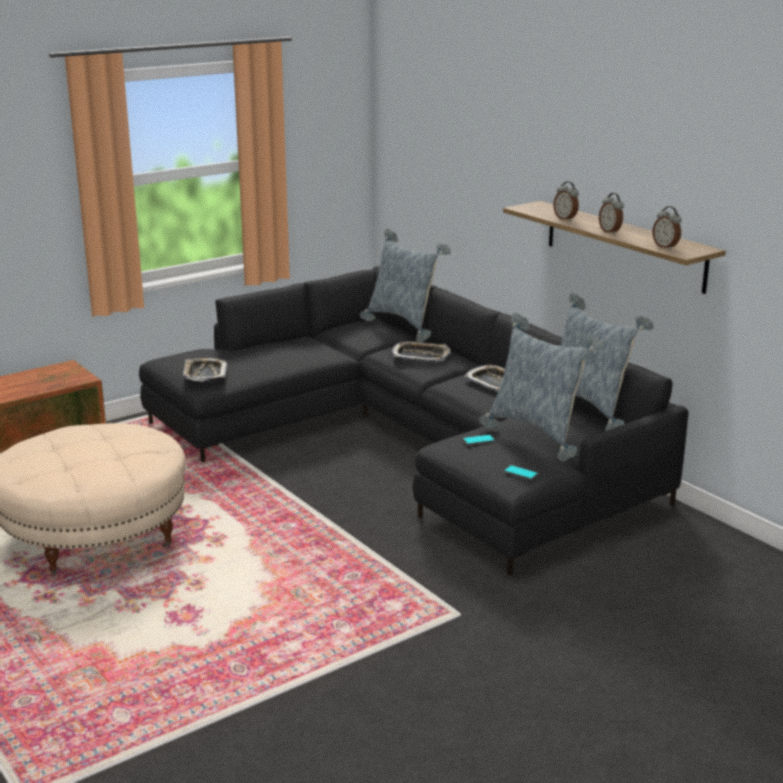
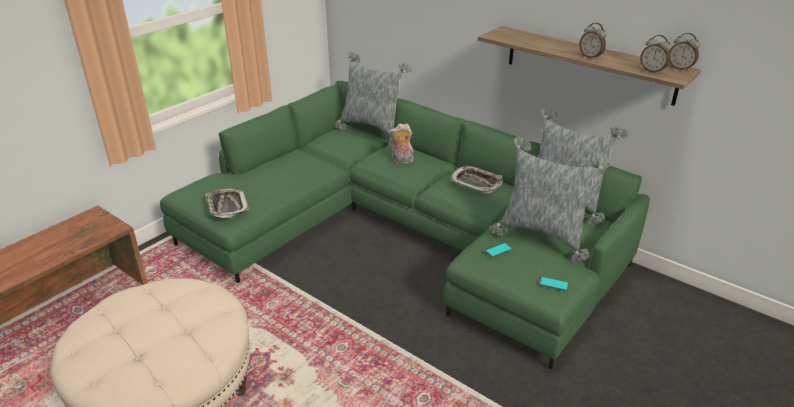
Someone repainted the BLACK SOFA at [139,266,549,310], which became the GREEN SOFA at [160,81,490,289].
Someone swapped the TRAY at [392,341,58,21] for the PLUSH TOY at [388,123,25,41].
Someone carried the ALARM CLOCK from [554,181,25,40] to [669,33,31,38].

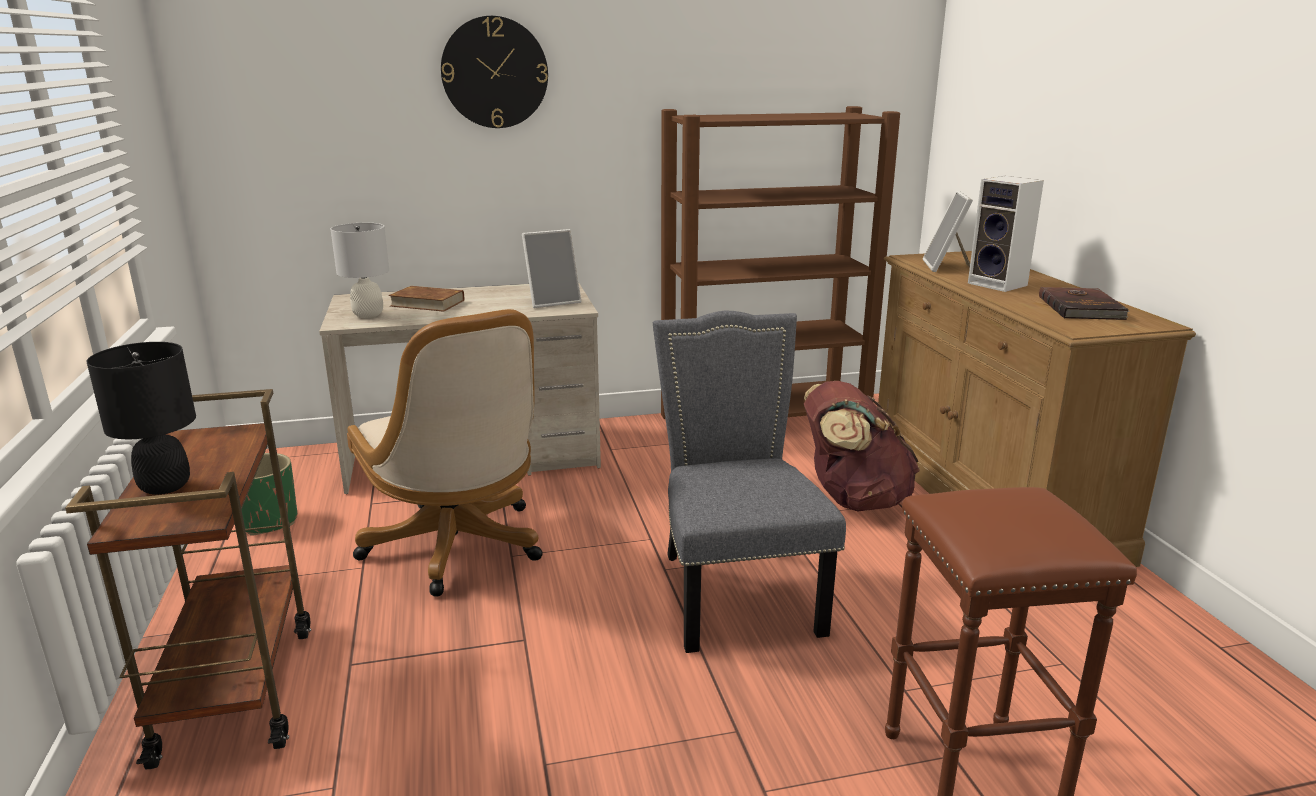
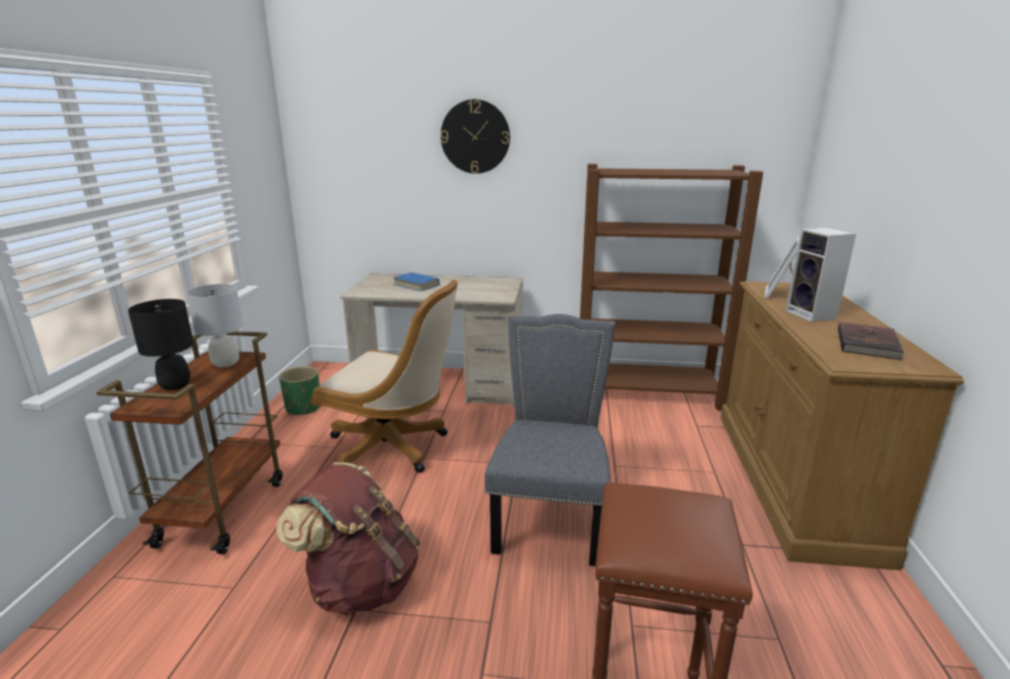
Someone carried the GREY TABLE LAMP from [331,223,58,95] to [186,284,57,84].
Someone rotated the OFFICE CHAIR at [347,309,196,288] by 60 degrees counterclockwise.
Someone repainted the BROWN BOOK at [388,286,76,26], which became the BLUE BOOK at [393,272,46,19].
Someone took away the PICTURE FRAME at [522,229,59,79].
Someone carried the BROWN BACKPACK from [804,381,116,130] to [276,462,144,154].

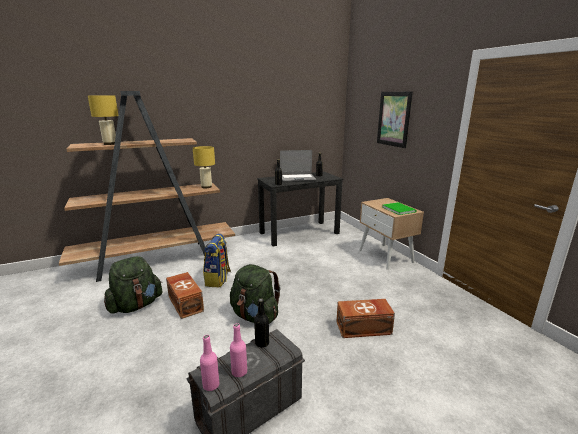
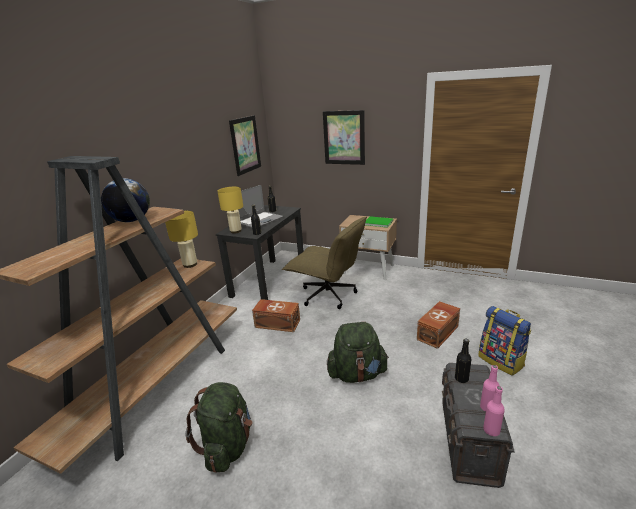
Someone carried the YELLOW TABLE LAMP from [88,96,30,49] to [218,187,25,46].
Someone carried the BROWN STORAGE BOX from [166,272,38,47] to [252,299,48,33].
Someone carried the BACKPACK from [203,234,28,53] to [478,306,53,70].
Someone put down the GLOBE at [101,178,49,44].
Someone put up the PICTURE at [229,115,32,61].
Someone put down the BEIGE OFFICE CHAIR at [282,217,85,92].

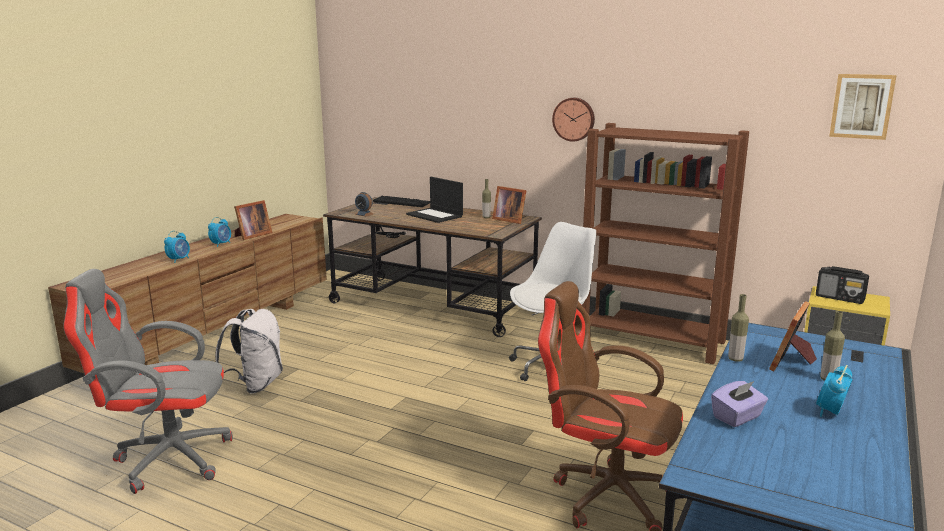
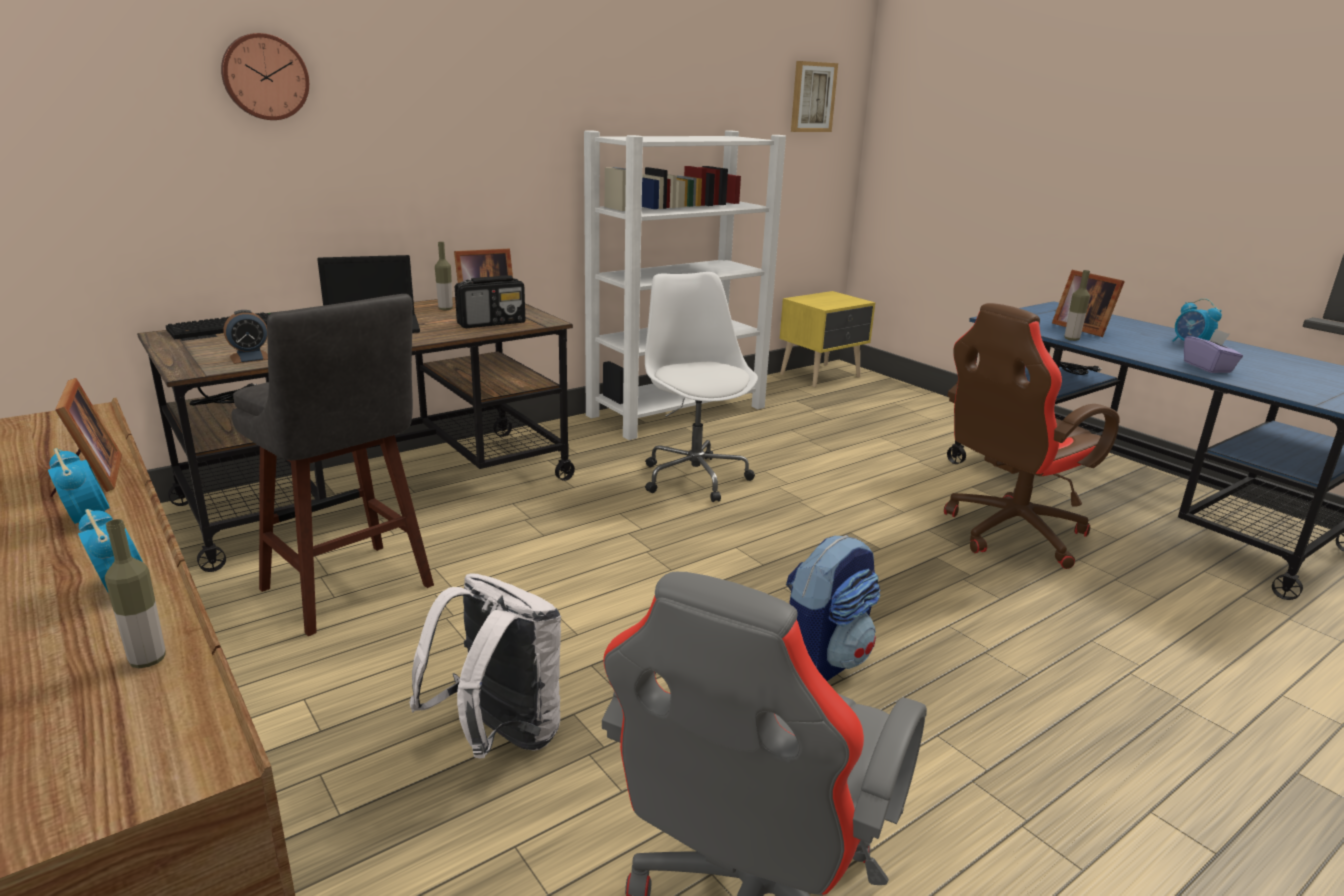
Someone carried the WALL CLOCK from [552,98,43,44] to [221,33,88,87].
Someone repainted the BROWN BOOKCASE at [582,123,167,241], which became the WHITE BOOKCASE at [584,131,202,309].
Someone carried the RADIO from [816,266,53,38] to [455,275,70,53].
Someone carried the BOTTLE from [820,311,25,70] to [105,519,61,149].
Someone put down the GREY STOOL at [231,294,203,342].
Someone put down the BACKPACK at [786,535,95,146].

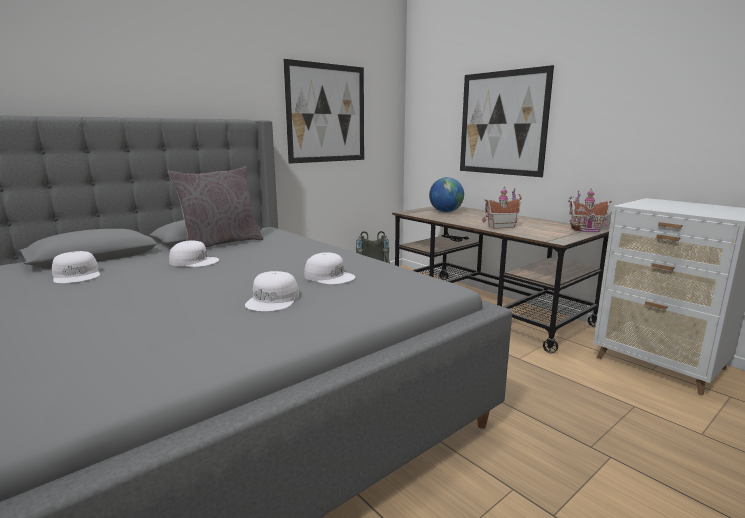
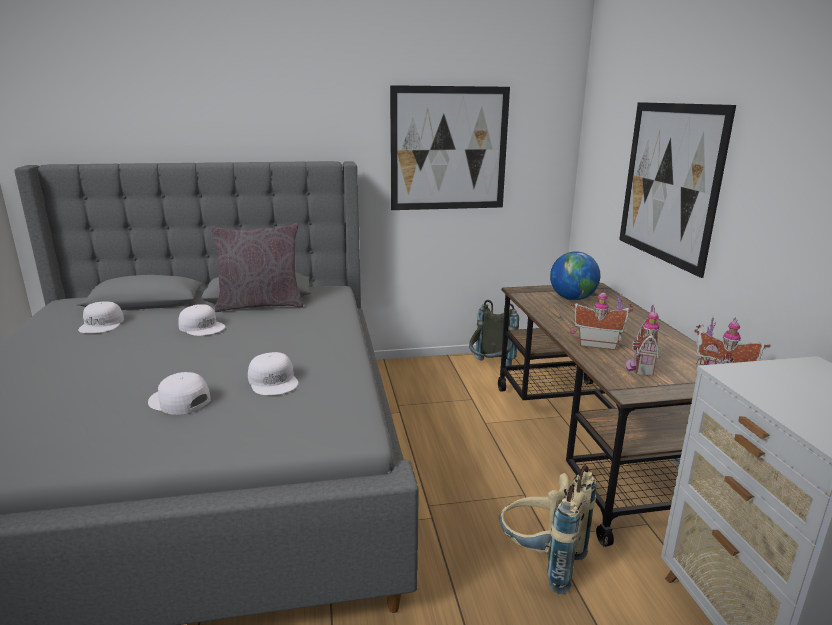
Someone rotated the WHITE CAP at [245,271,54,40] by 75 degrees clockwise.
Someone put down the BEIGE BACKPACK at [499,465,97,129].
Someone put down the TOY HOUSE at [626,305,34,72].

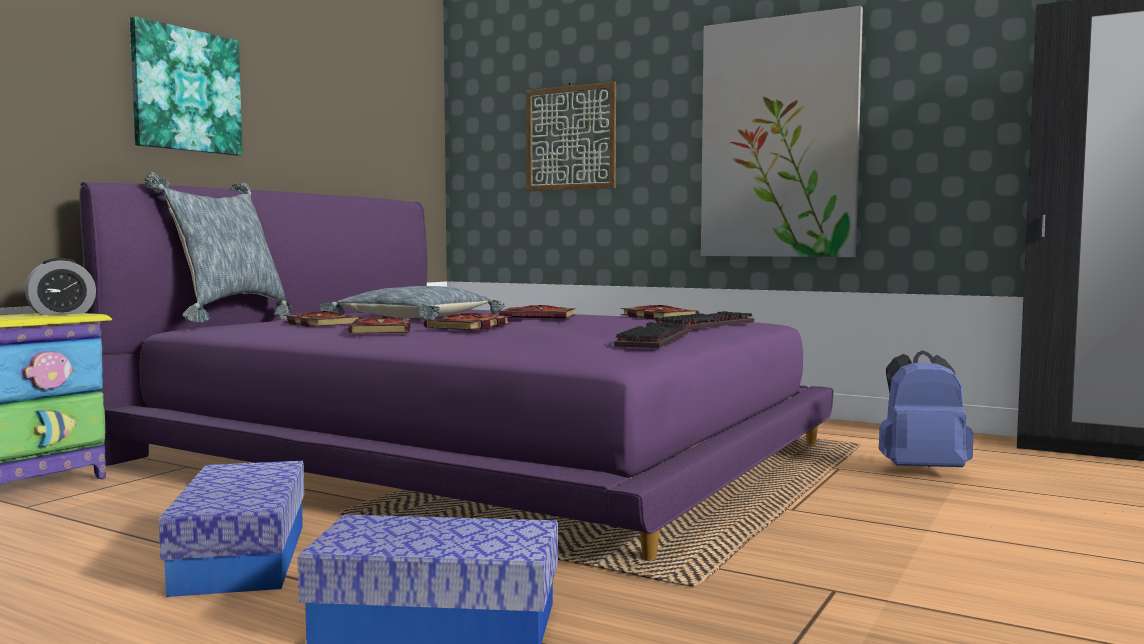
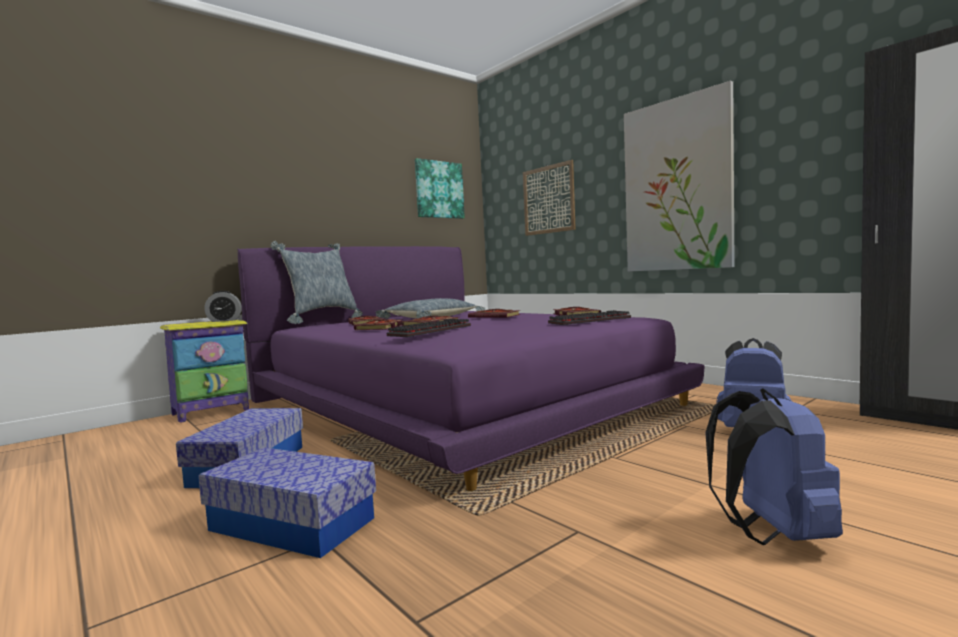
Someone carried the PICTURE from [130,16,112,140] to [415,158,50,61].
Someone carried the KEYBOARD from [614,322,74,26] to [387,319,84,18].
Someone put down the BLUE BACKPACK at [706,388,137,157].

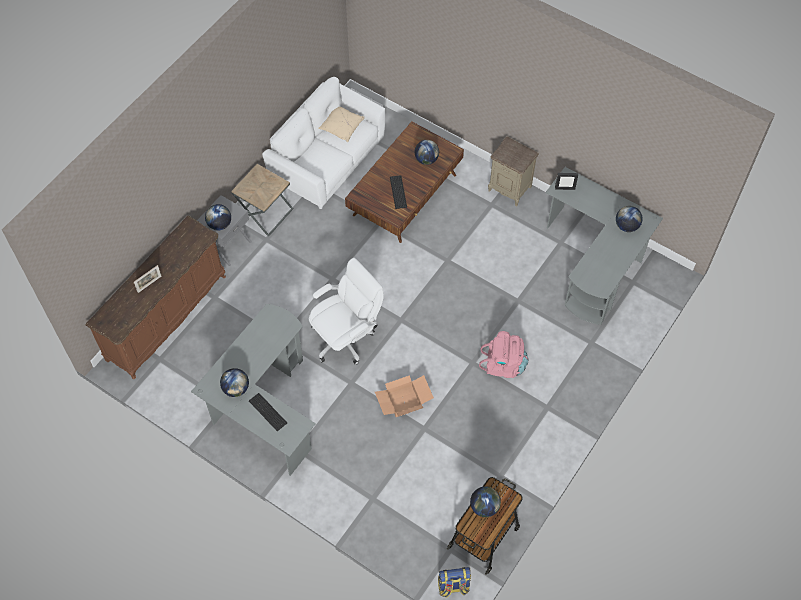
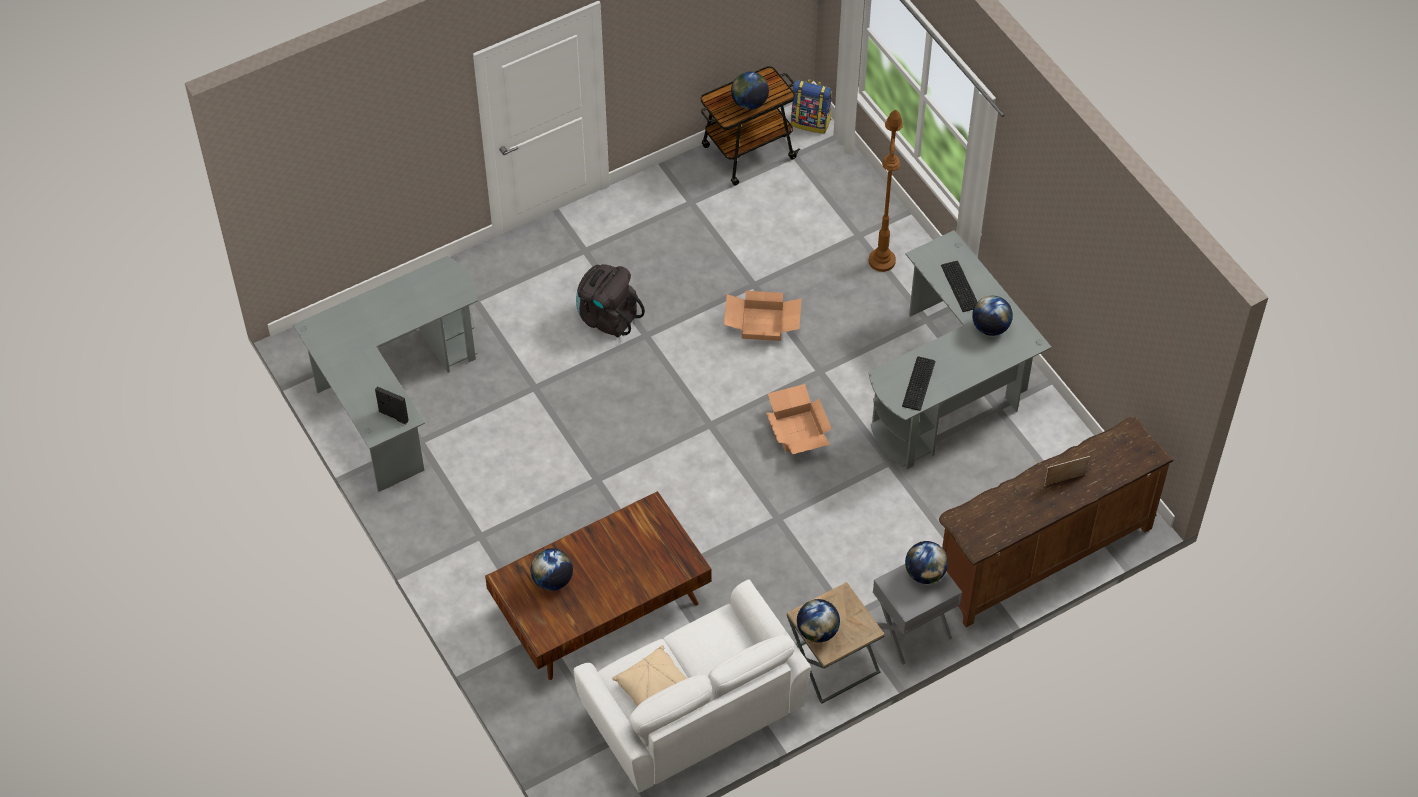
Someone swapped the WHITE OFFICE CHAIR at [309,258,75,107] for the CARDBOARD BOX at [766,384,66,70].
Someone carried the KEYBOARD from [390,175,17,34] to [902,357,33,54].
Someone repainted the PINK BACKPACK at [479,331,50,47], which became the BLACK BACKPACK at [576,264,69,73].
Someone took away the BEIGE NIGHTSTAND at [488,136,51,70].
Someone carried the GLOBE from [616,206,27,26] to [797,599,43,44].
Someone put down the BROWN FLOOR LAMP at [869,110,34,162].

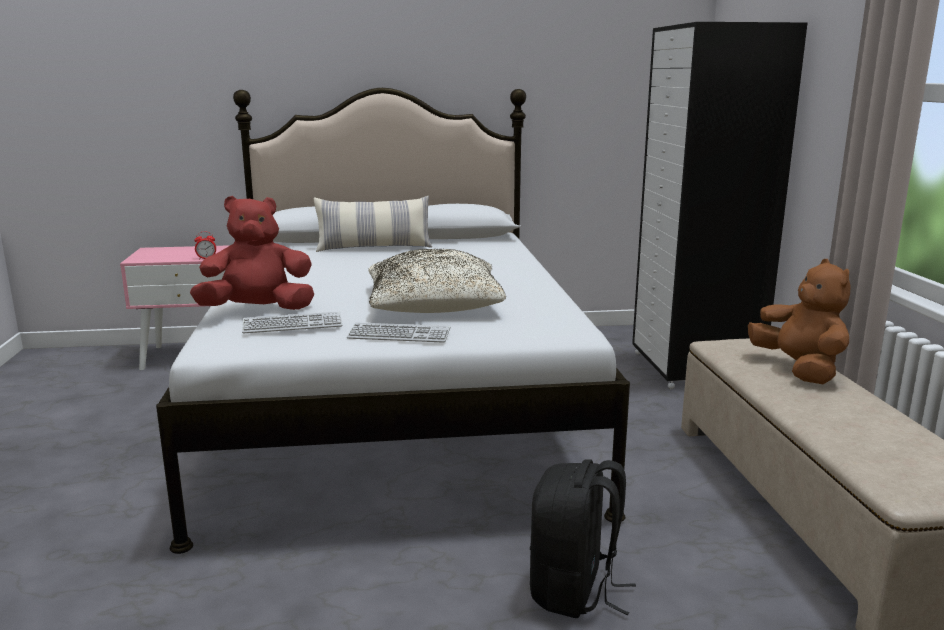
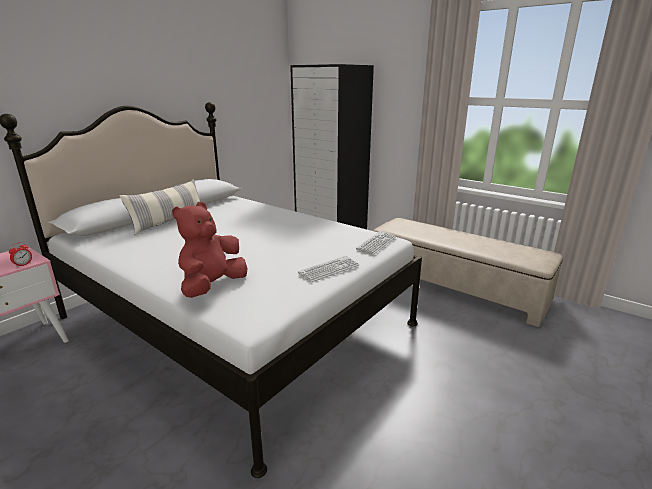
Someone carried the KEYBOARD from [242,312,100,21] to [356,231,40,24].
Someone took away the BEIGE PILLOW at [368,249,139,64].
Someone took away the BLACK BACKPACK at [530,460,106,158].
Someone took away the BROWN PLUSH TOY at [748,259,103,125].

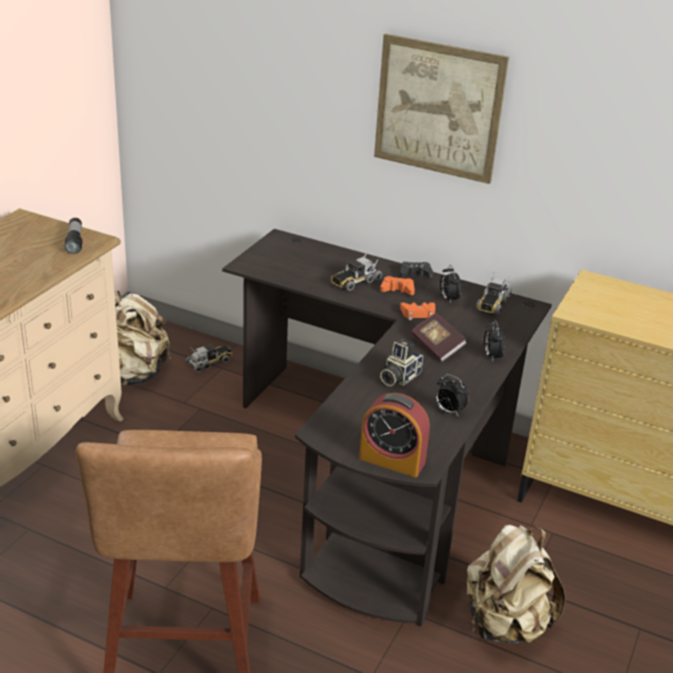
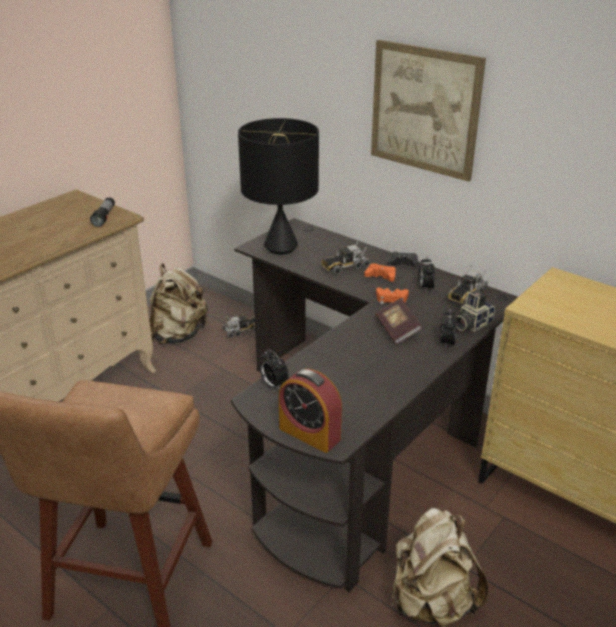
Someone carried the PHOTO CAMERA from [380,339,43,47] to [456,290,39,42].
Someone carried the ALARM CLOCK from [435,374,34,42] to [260,349,29,40].
Someone put down the BLACK TABLE LAMP at [238,118,81,137].

